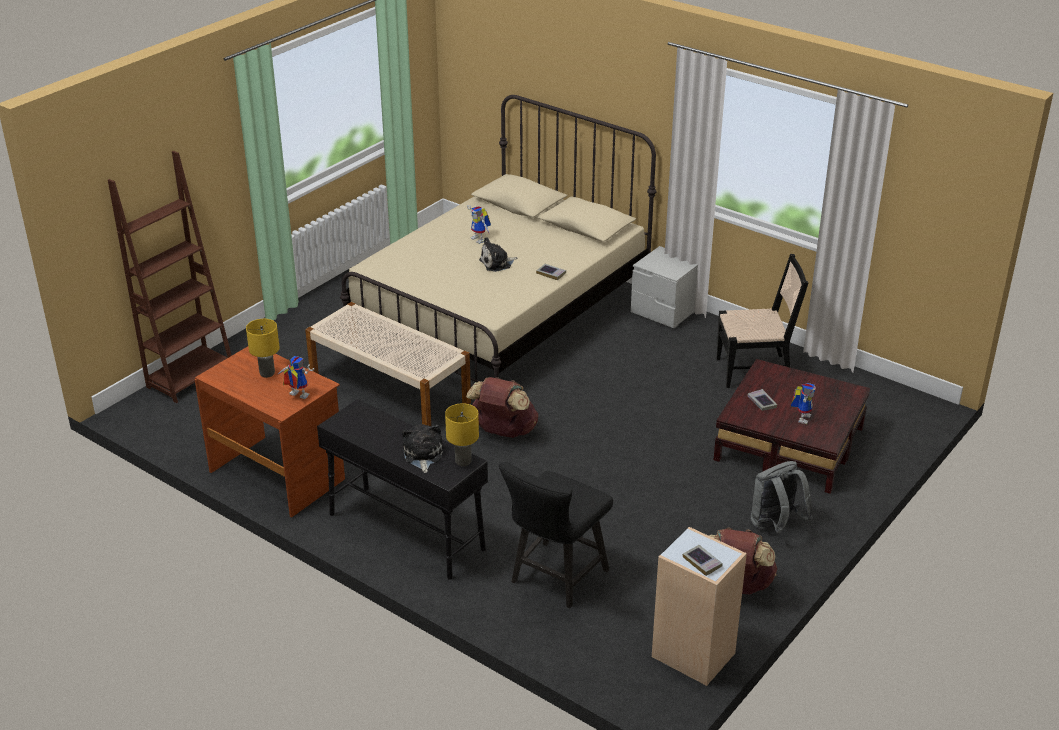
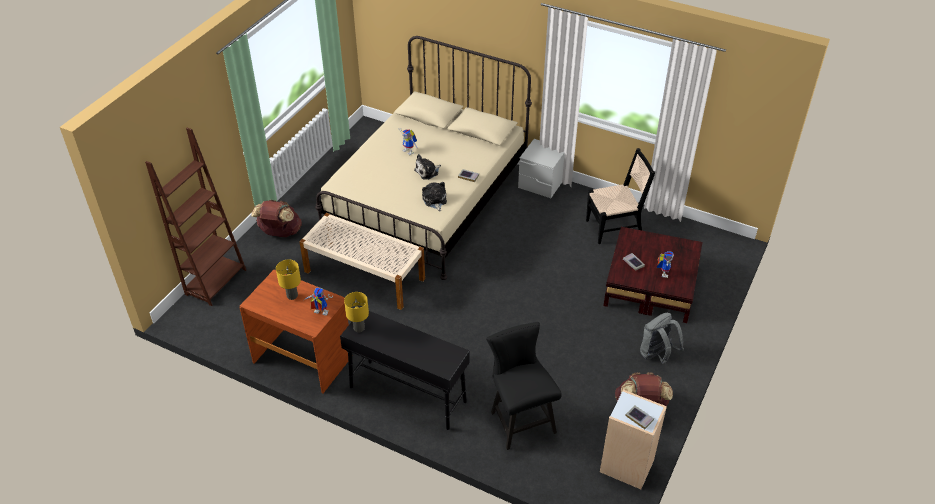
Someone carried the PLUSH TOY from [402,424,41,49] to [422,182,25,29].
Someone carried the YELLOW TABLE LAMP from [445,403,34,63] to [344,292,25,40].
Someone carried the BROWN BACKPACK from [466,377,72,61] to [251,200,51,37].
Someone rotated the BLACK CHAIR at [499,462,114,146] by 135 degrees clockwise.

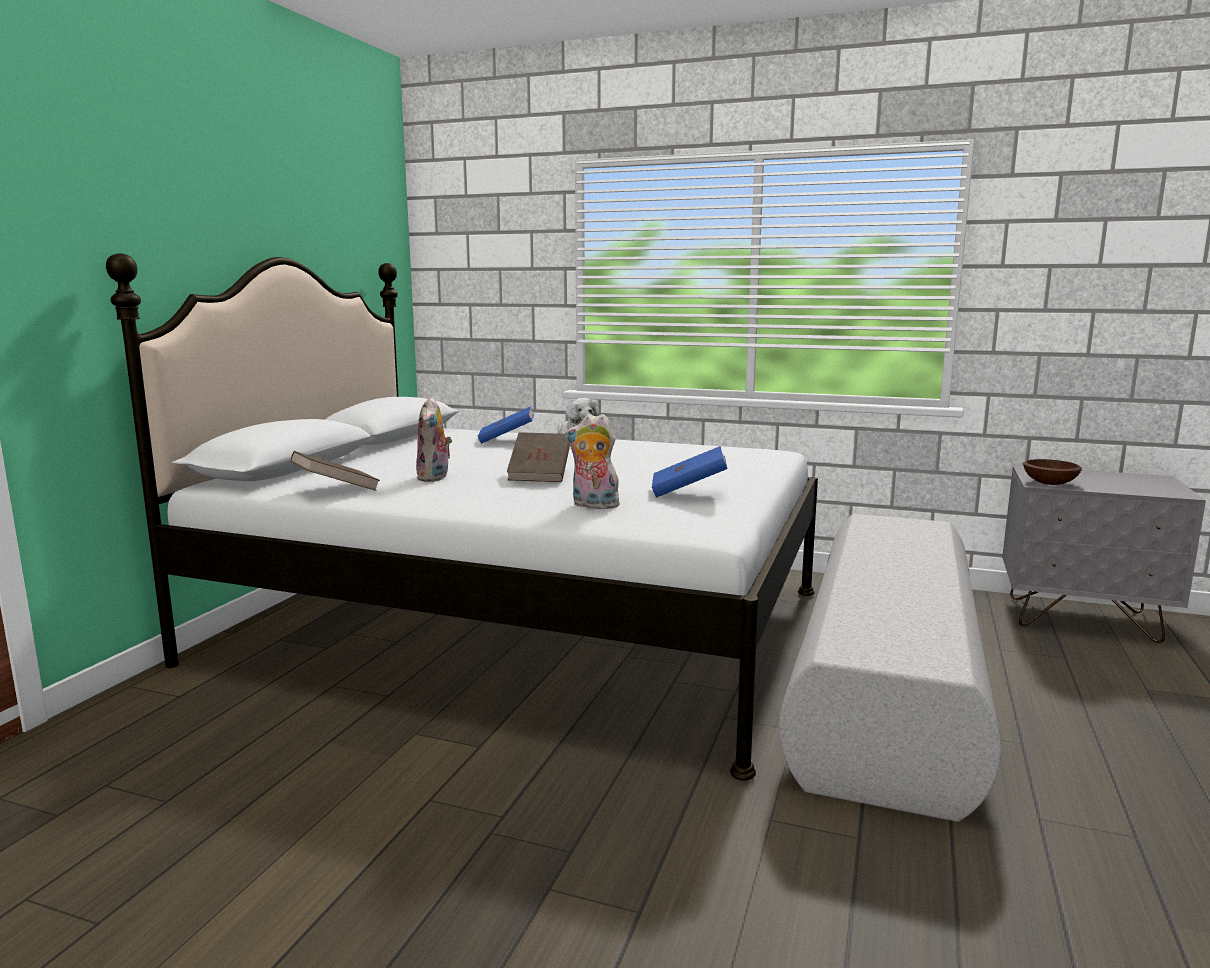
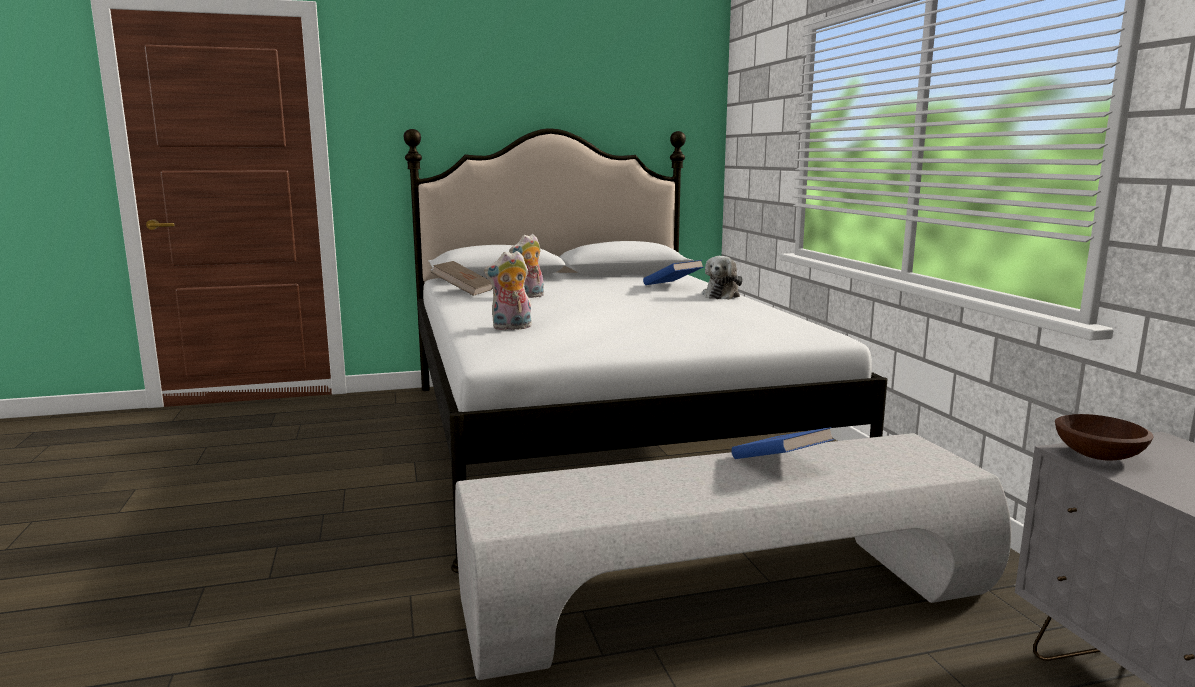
Someone took away the BROWN BOOK at [507,432,63,50].
Someone rotated the PLUSH TOY at [565,414,57,95] by 90 degrees counterclockwise.
Someone carried the BLUE BOOK from [652,446,76,51] to [732,427,102,32].

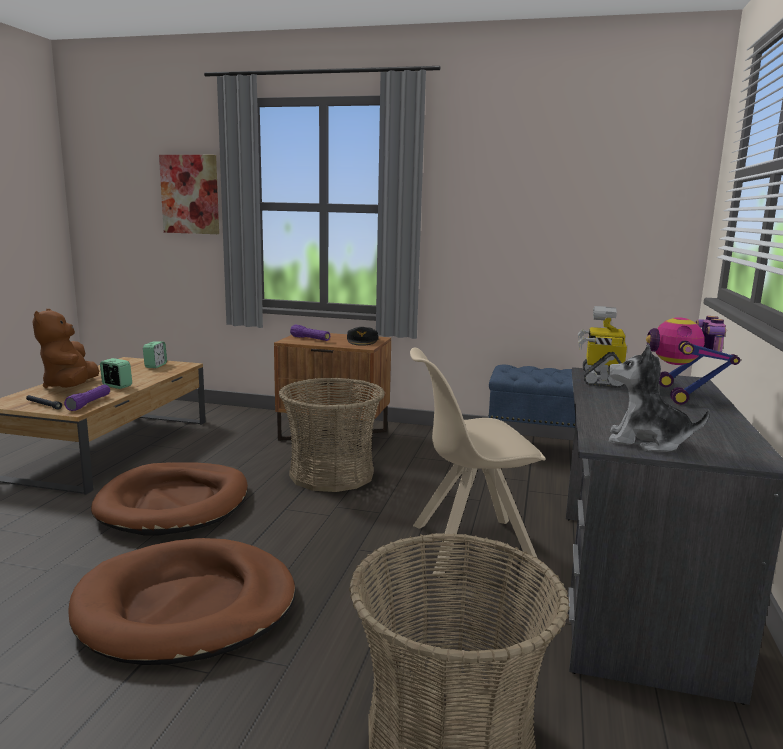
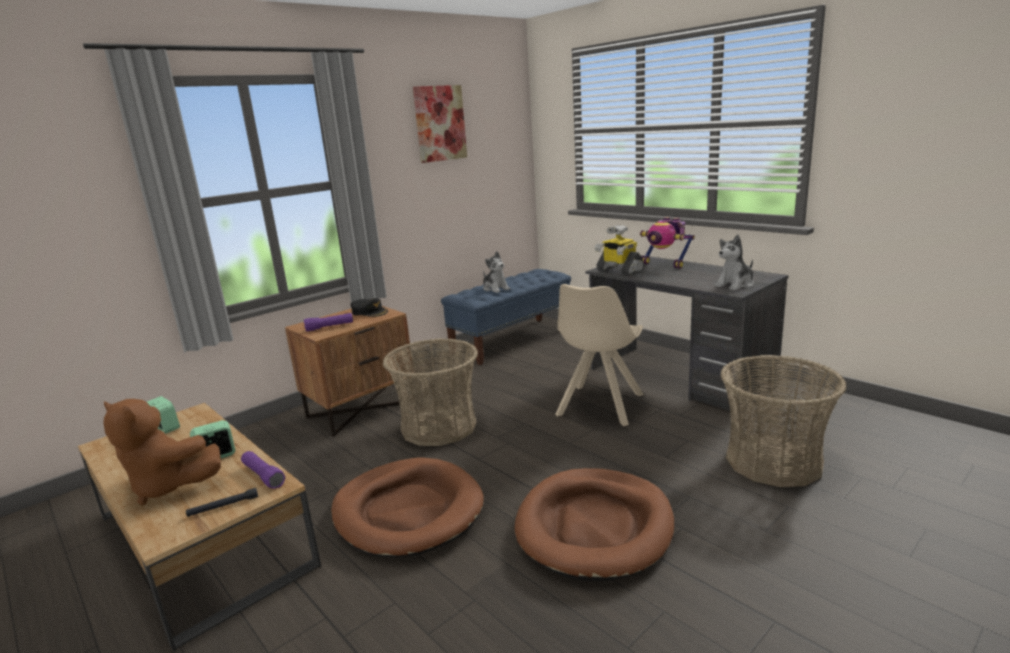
Someone carried the PICTURE from [159,155,60,79] to [413,85,54,78].
Someone put down the PLUSH TOY at [483,251,27,42].

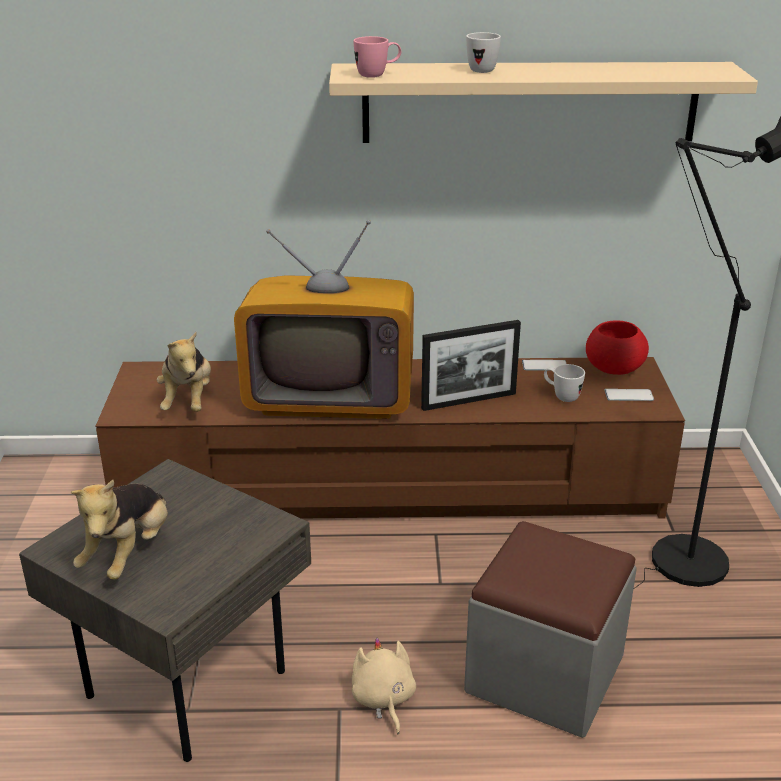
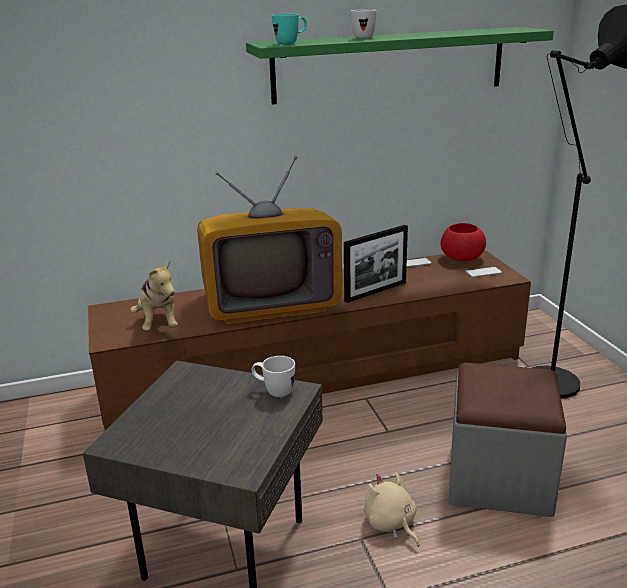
Someone took away the PLUSH TOY at [71,480,97,100].
Someone repainted the BEIGE SHELF at [329,62,429,81], which became the GREEN SHELF at [246,27,308,78].
Someone repainted the PINK MUG at [353,36,48,42], which became the TURQUOISE MUG at [272,14,35,30].
Someone carried the WHITE MUG from [544,364,41,38] to [252,356,43,41].

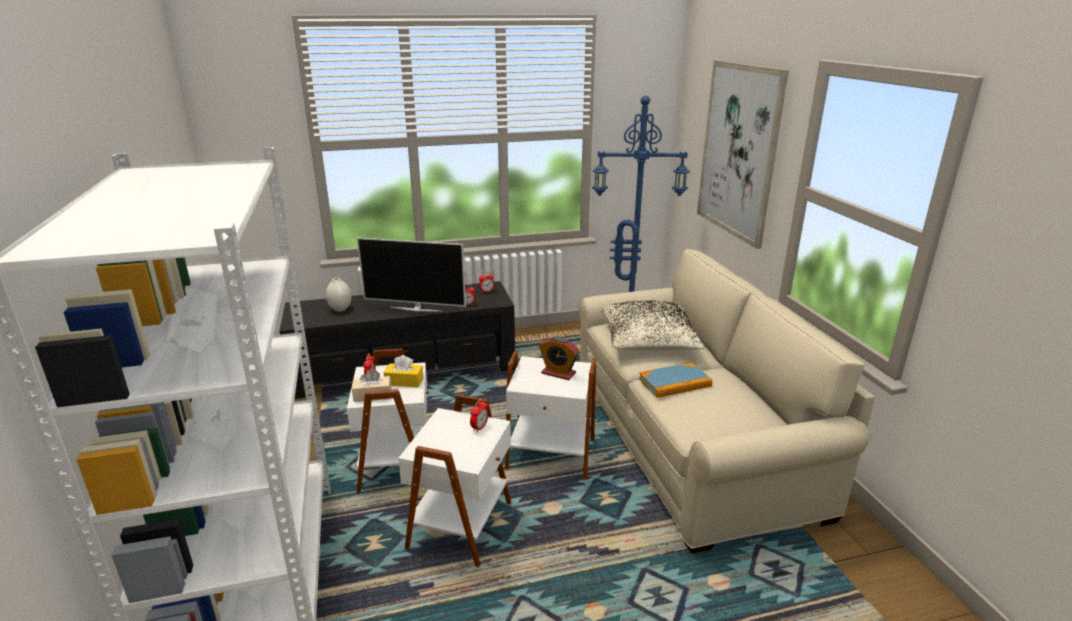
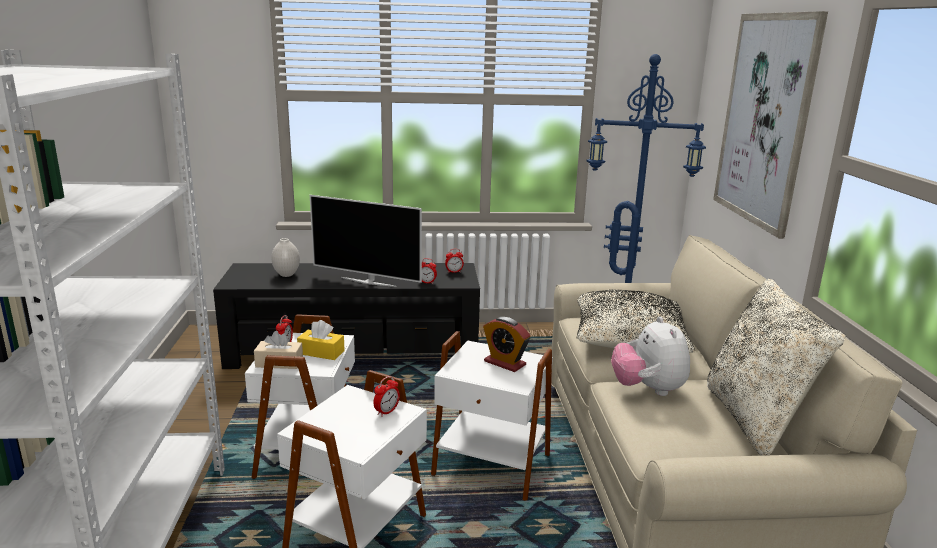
Someone swapped the BOOK at [639,363,73,35] for the PLUSH TOY at [611,316,79,80].
Someone put down the BEIGE PILLOW at [707,279,139,177].

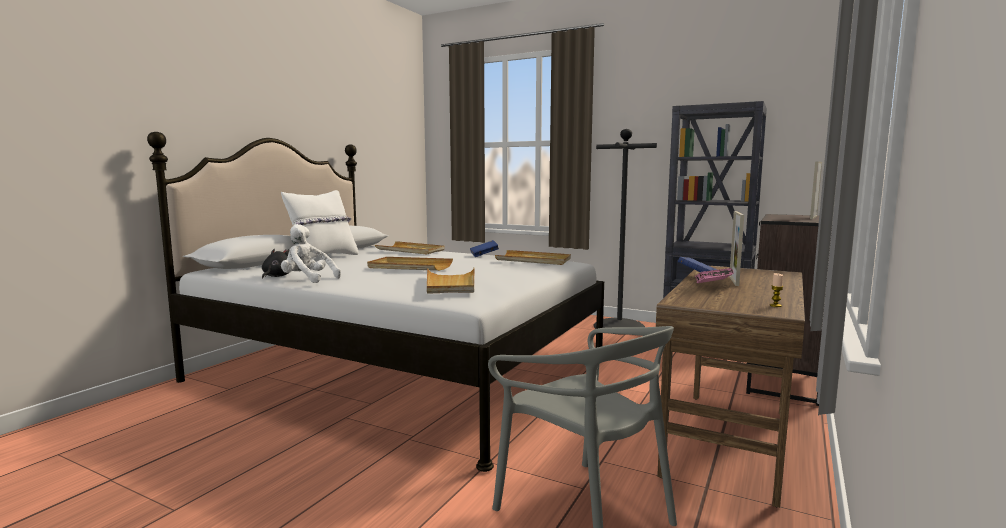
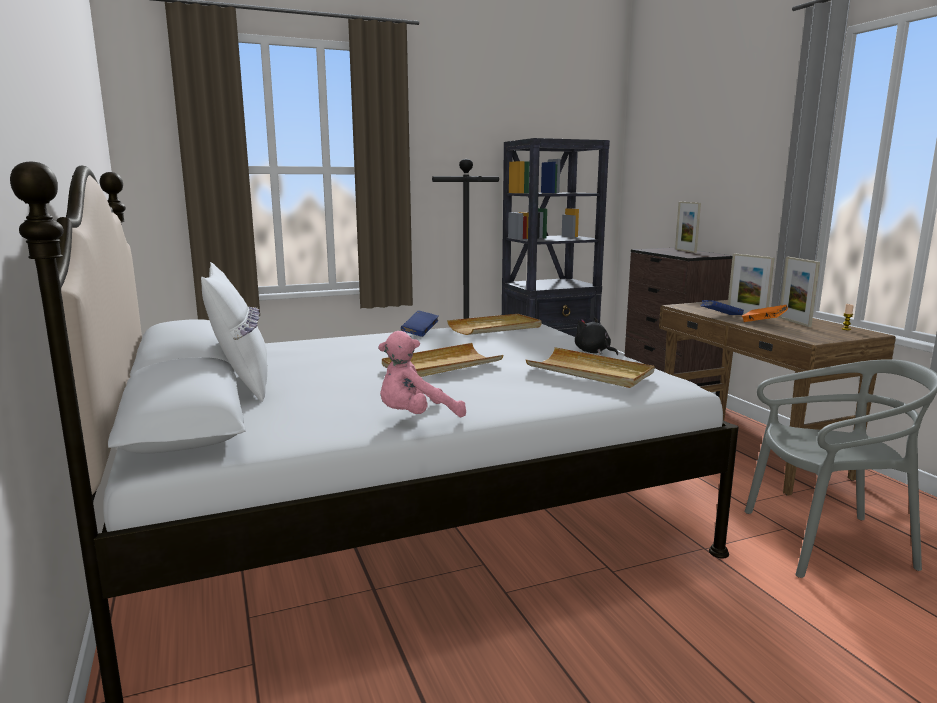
Someone carried the BLACK PLUSH TOY from [262,249,30,29] to [575,317,43,38].
Someone repainted the WHITE PLUSH TOY at [281,224,60,59], which became the PINK PLUSH TOY at [378,331,88,86].
Someone took away the BEIGE TRAY at [375,241,70,14].
Someone repainted the PINK BOOK at [695,268,38,15], which became the ORANGE BOOK at [741,305,47,17].
Someone put down the PICTURE FRAME at [779,257,41,70].

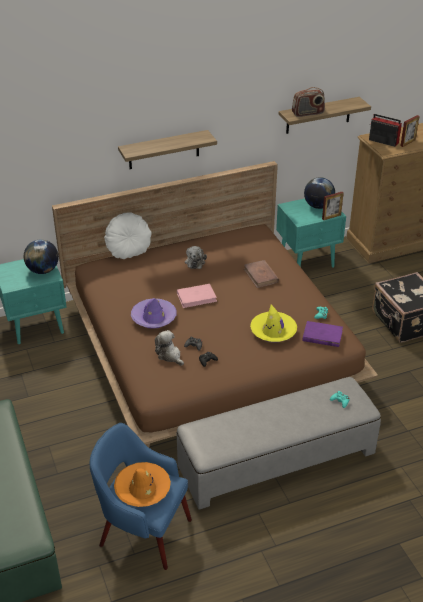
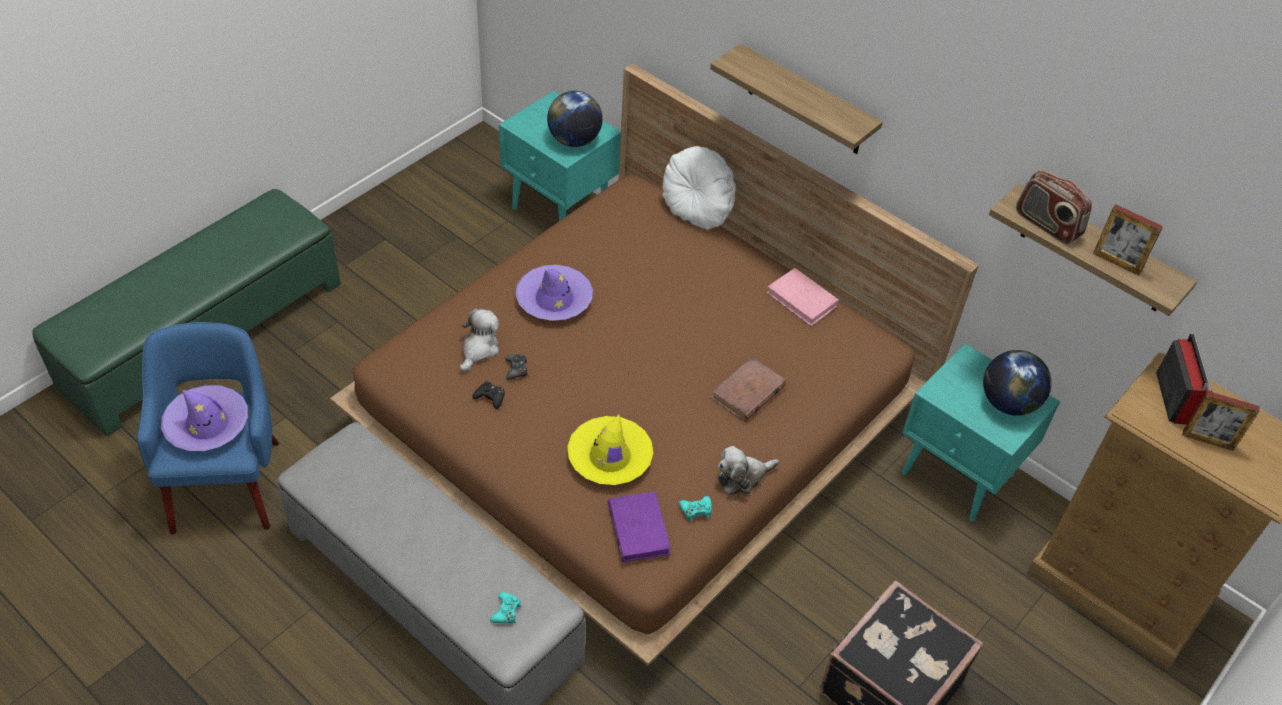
Someone repainted the ORANGE HAT at [114,462,57,45], which became the PURPLE HAT at [161,385,87,66].
Someone carried the PINK BOOK from [177,284,40,24] to [767,268,72,58].
Someone carried the PLUSH TOY from [185,246,22,23] to [718,446,61,49].
Someone carried the PICTURE FRAME from [322,192,22,28] to [1093,204,70,72].

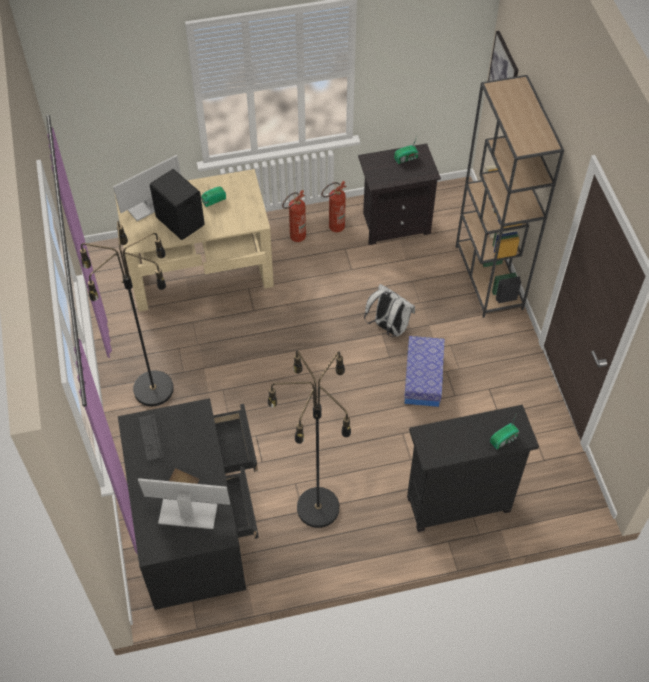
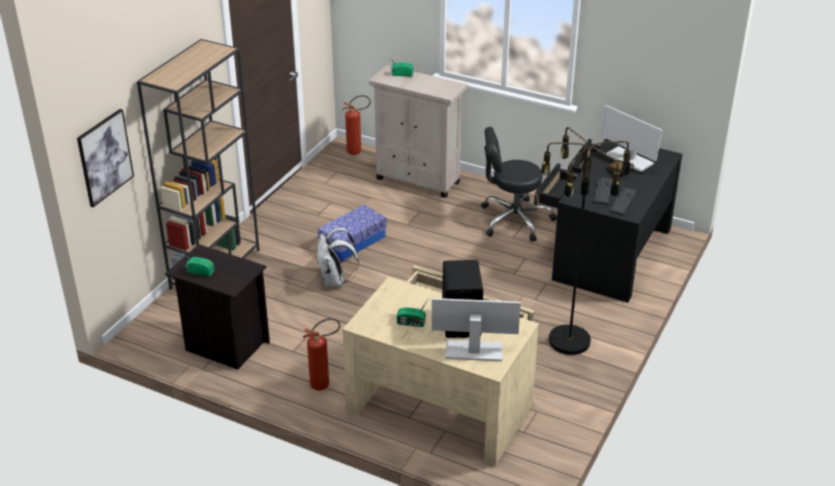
Someone swapped the FLOOR LAMP at [268,351,83,177] for the BLACK OFFICE CHAIR at [481,127,76,115].
Someone carried the FIRE EXTINGUISHER from [321,181,26,51] to [342,95,29,60].
Someone repainted the BLACK CABINET at [407,405,132,127], which became the BEIGE CABINET at [369,65,98,133].
Someone put down the KEYBOARD at [593,178,20,27].

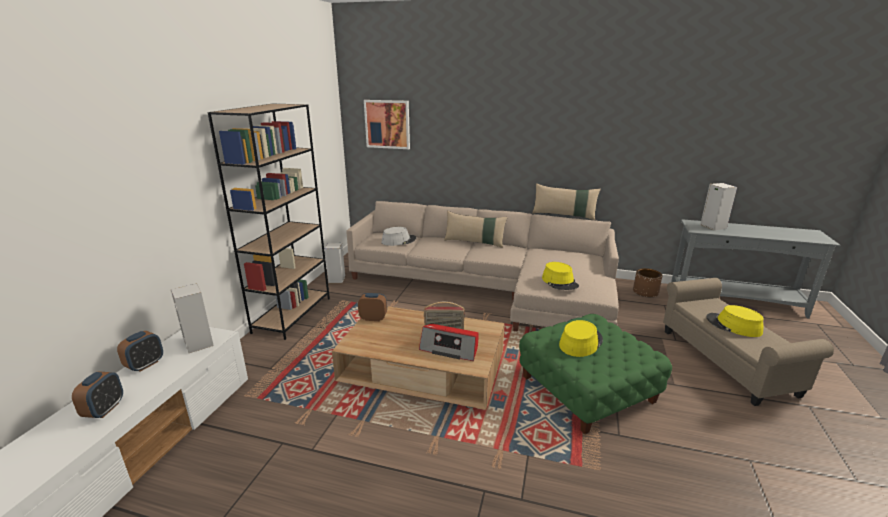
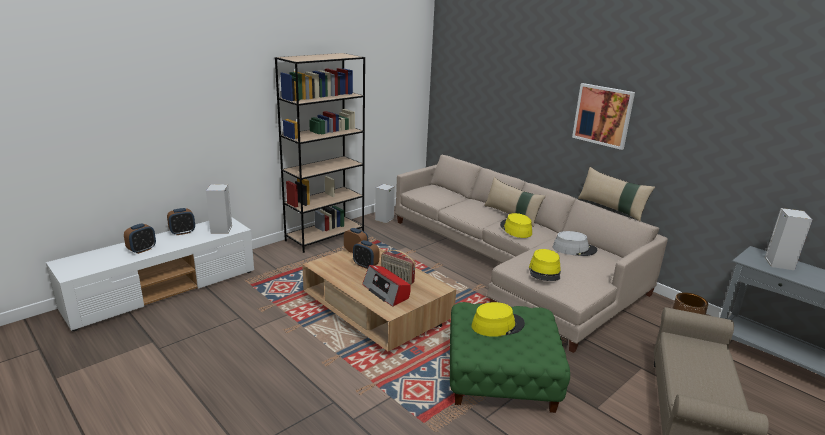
Someone carried the PICTURE from [364,100,46,49] to [572,83,63,67].
Someone carried the GREY HAT from [382,227,34,19] to [553,231,44,25].
Someone carried the YELLOW HAT from [706,305,57,32] to [500,213,32,25].
Someone put down the ALARM CLOCK at [353,240,26,29].

